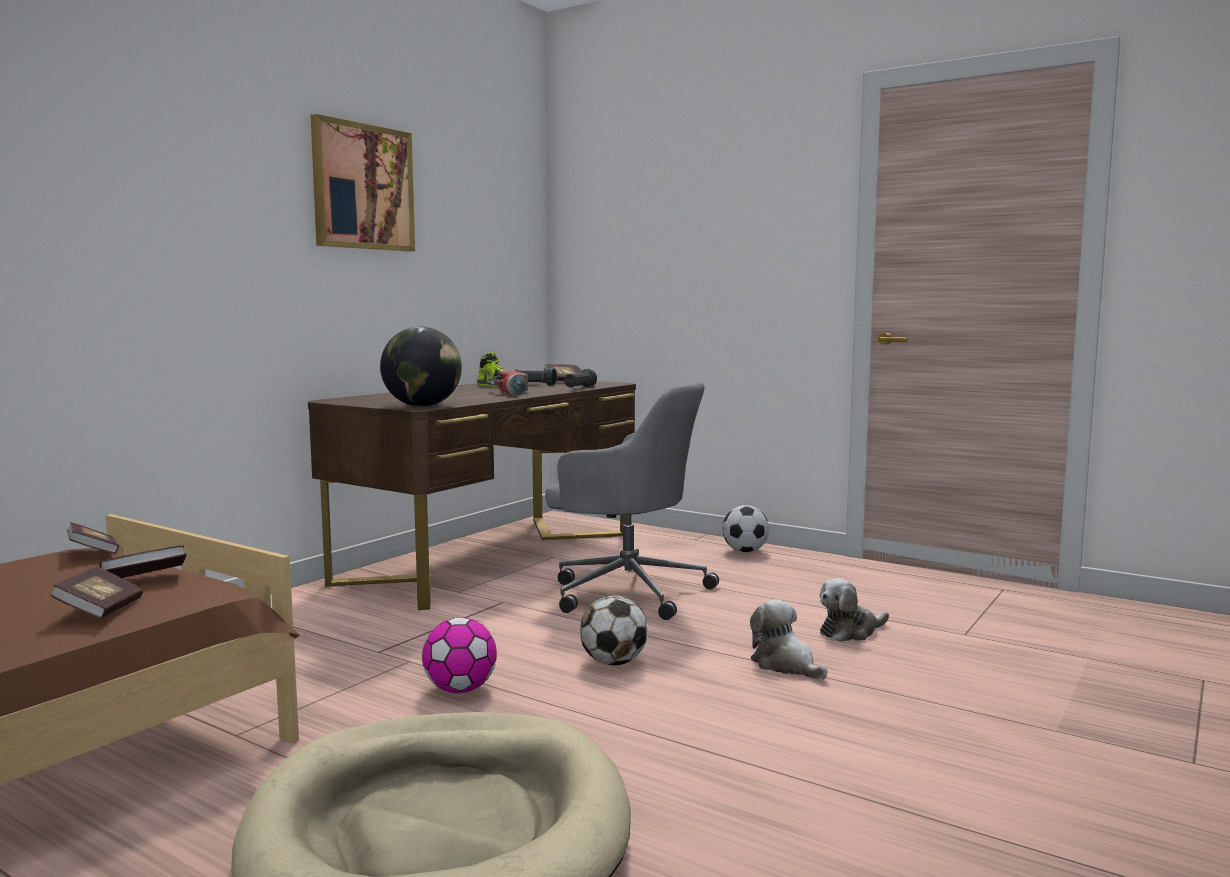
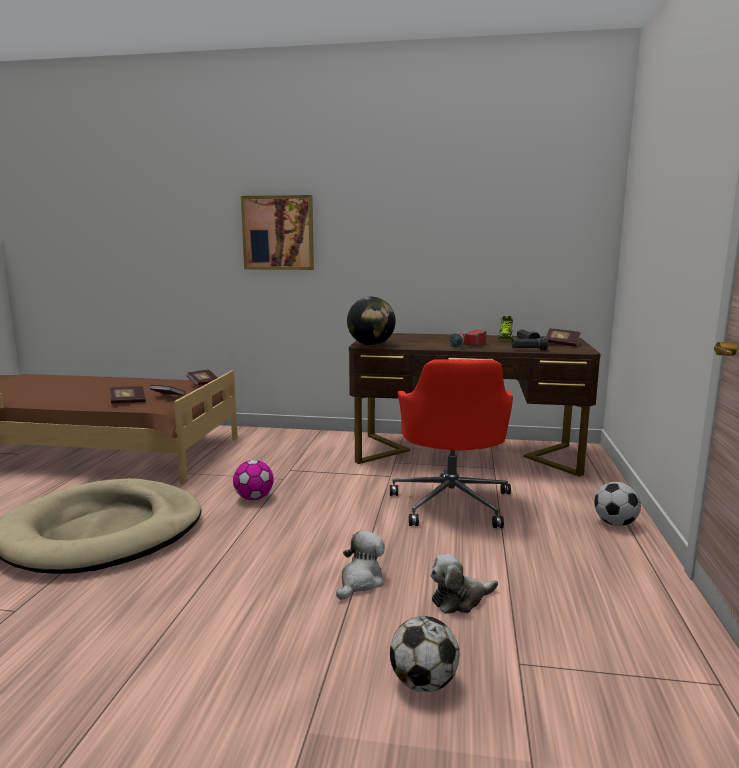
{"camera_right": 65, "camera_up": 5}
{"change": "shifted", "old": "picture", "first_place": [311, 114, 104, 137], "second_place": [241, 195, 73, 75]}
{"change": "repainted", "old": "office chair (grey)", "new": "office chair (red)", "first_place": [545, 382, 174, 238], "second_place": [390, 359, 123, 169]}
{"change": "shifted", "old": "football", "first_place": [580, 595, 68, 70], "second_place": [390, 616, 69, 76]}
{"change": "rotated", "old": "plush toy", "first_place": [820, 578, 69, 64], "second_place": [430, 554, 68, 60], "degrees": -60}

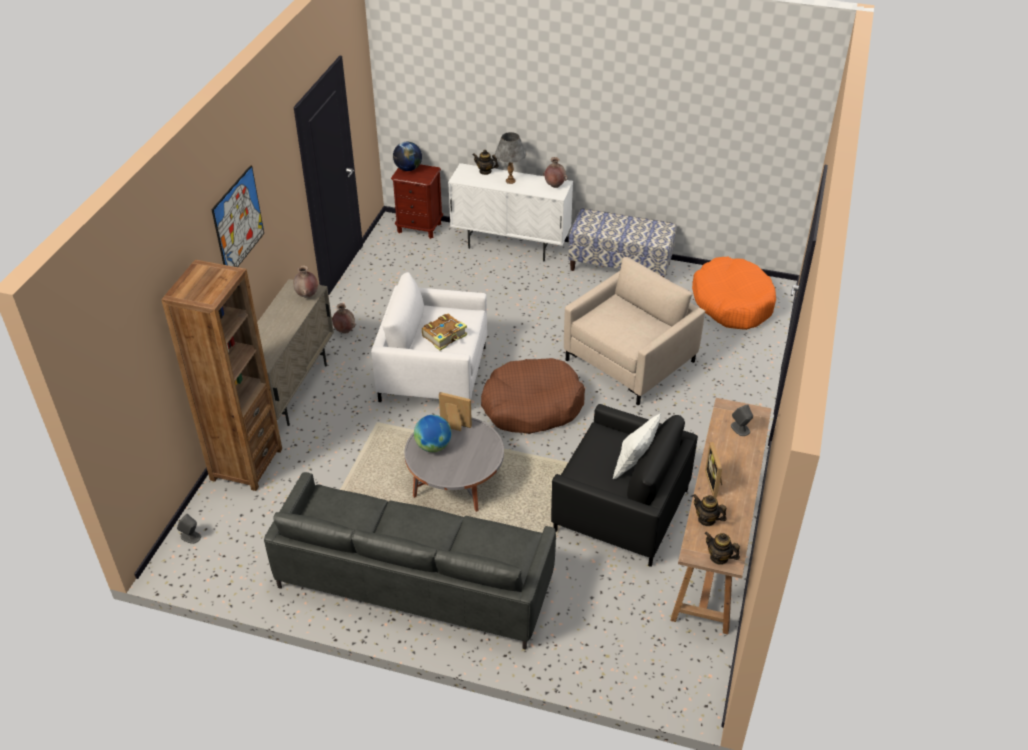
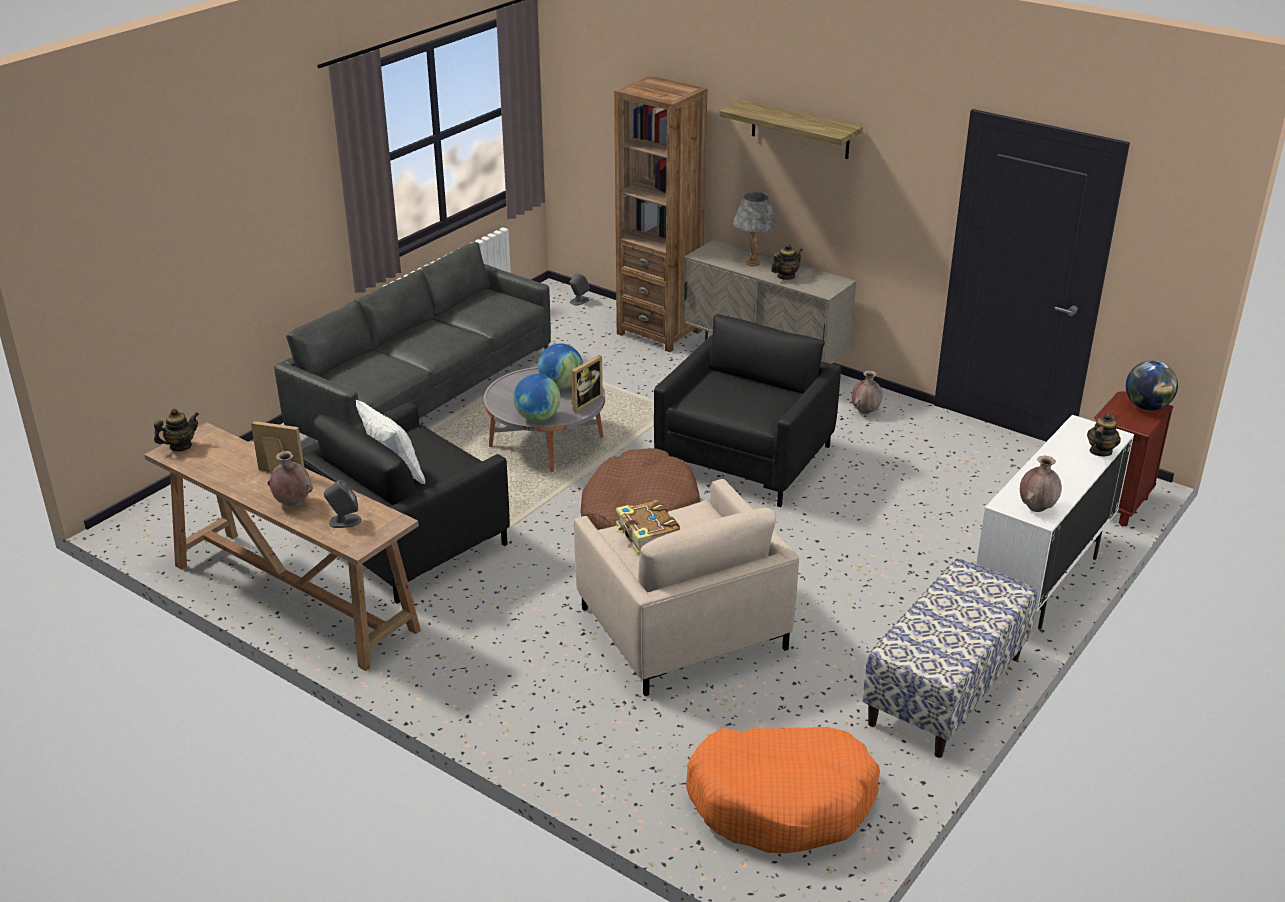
{"camera_right": 110, "camera_up": -10}
{"change": "swapped", "old": "picture", "new": "shelf", "first_place": [211, 165, 53, 102], "second_place": [720, 100, 143, 59]}
{"change": "shifted", "old": "vase (brown)", "first_place": [293, 266, 25, 32], "second_place": [267, 451, 46, 56]}
{"change": "repainted", "old": "armchair (white)", "new": "armchair (black)", "first_place": [371, 272, 116, 130], "second_place": [654, 314, 187, 193]}
{"change": "shifted", "old": "book", "first_place": [422, 313, 45, 38], "second_place": [616, 500, 64, 55]}
{"change": "shifted", "old": "table lamp (grey)", "first_place": [495, 132, 31, 52], "second_place": [733, 192, 44, 74]}
{"change": "shifted", "old": "teapot", "first_place": [693, 494, 34, 32], "second_place": [771, 244, 32, 36]}
{"change": "new", "new": "globe", "second_place": [513, 374, 48, 47]}

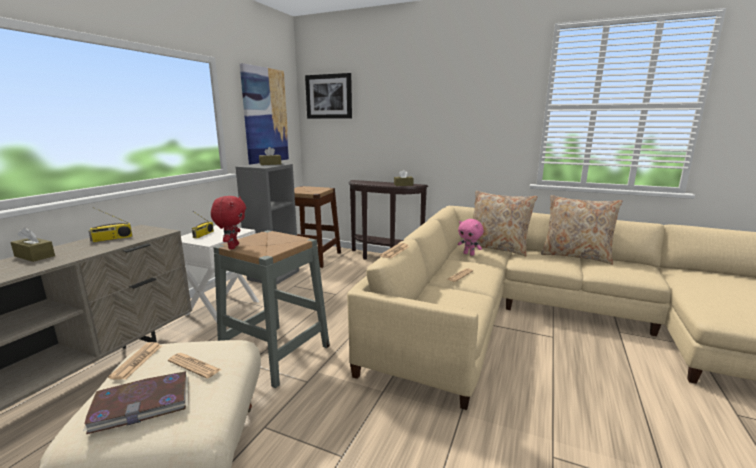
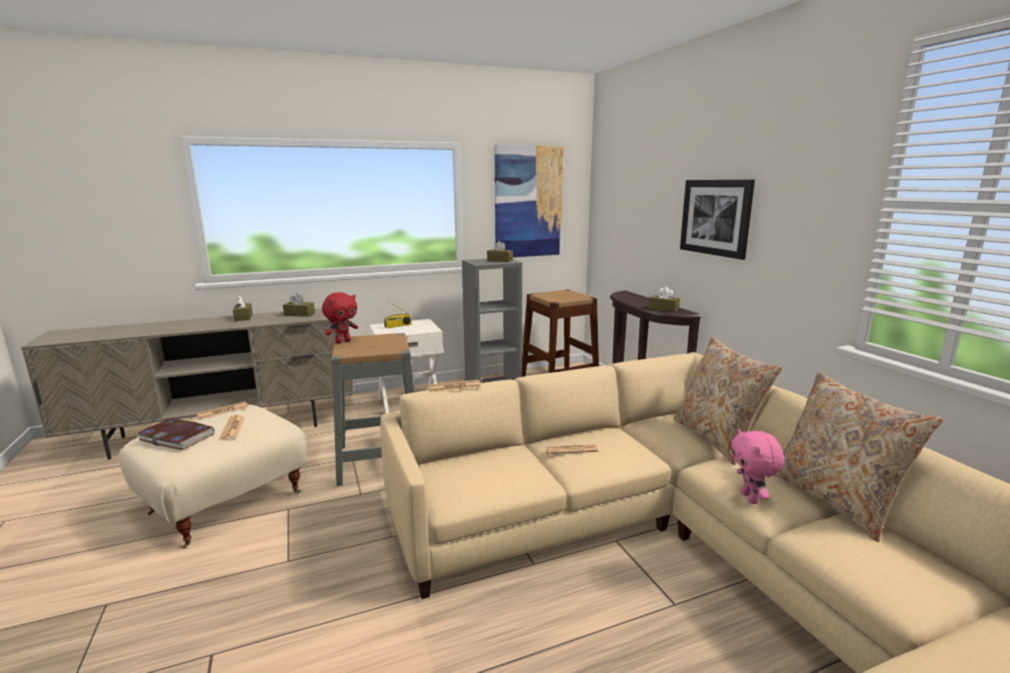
{"camera_right": 45, "camera_up": 0}
{"change": "swapped", "old": "radio", "new": "tissue box (brown)", "first_place": [88, 207, 45, 35], "second_place": [283, 293, 32, 24]}
{"change": "shifted", "old": "picture", "first_place": [305, 73, 47, 46], "second_place": [680, 180, 75, 80]}
{"change": "shifted", "old": "plush toy (pink)", "first_place": [458, 219, 25, 37], "second_place": [731, 429, 53, 75]}

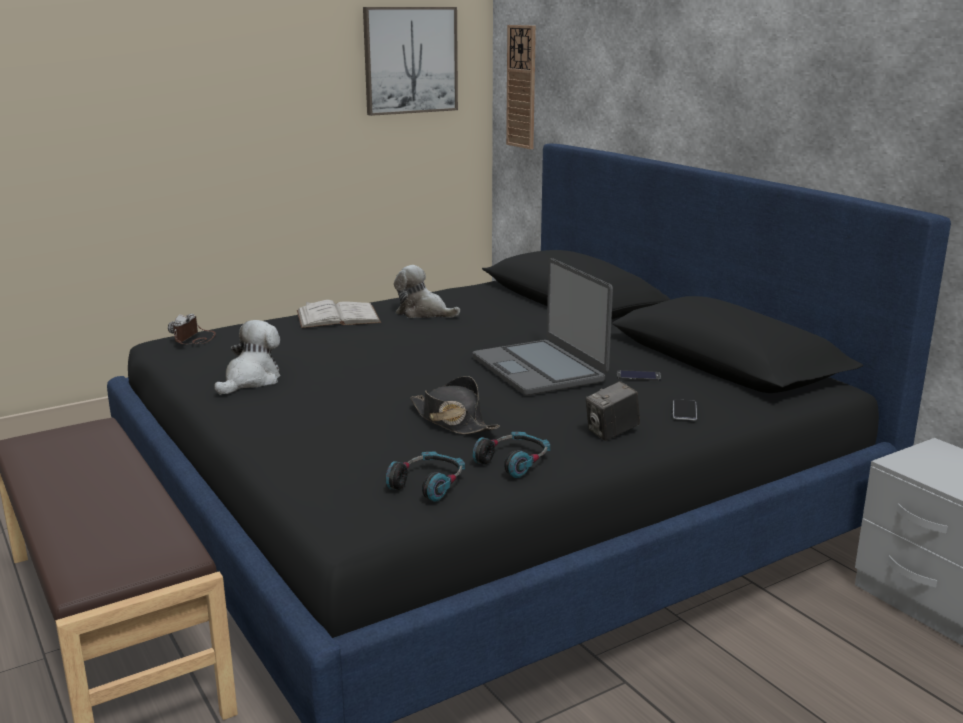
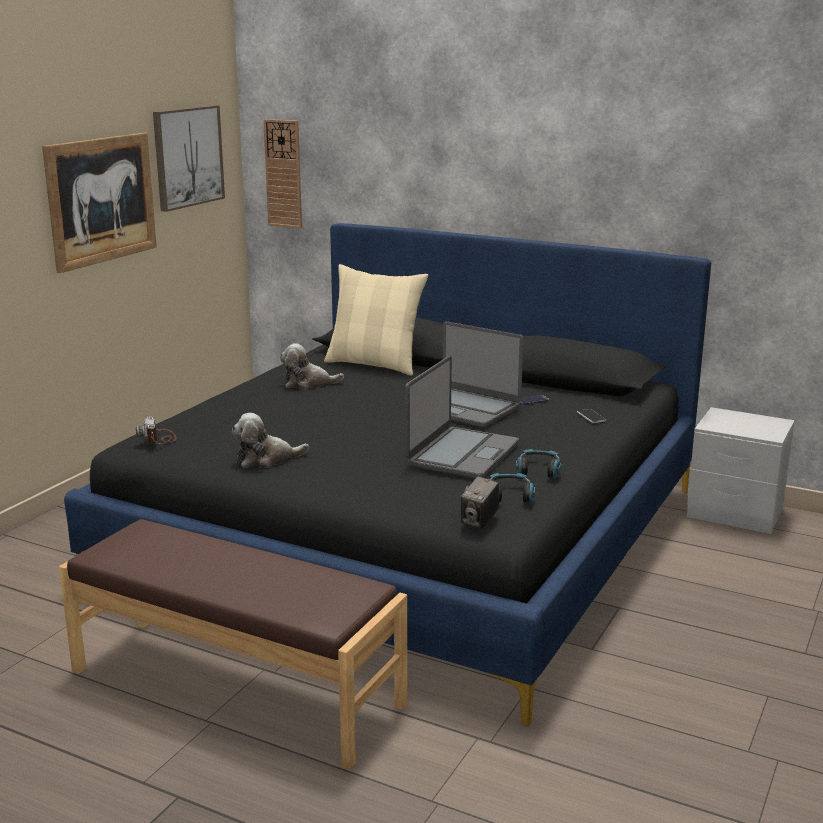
{"camera_right": -30, "camera_up": 0}
{"change": "rotated", "old": "plush toy", "first_place": [215, 320, 65, 75], "second_place": [232, 413, 77, 55], "degrees": -105}
{"change": "gone", "old": "book (white)", "first_place": [297, 300, 84, 28]}
{"change": "swapped", "old": "hat (black)", "new": "laptop", "first_place": [410, 376, 90, 58], "second_place": [405, 356, 114, 123]}
{"change": "shifted", "old": "photo camera", "first_place": [586, 381, 54, 60], "second_place": [461, 476, 38, 53]}
{"change": "new", "new": "picture", "second_place": [42, 133, 115, 140]}
{"change": "new", "new": "pillow (beige)", "second_place": [324, 264, 104, 112]}

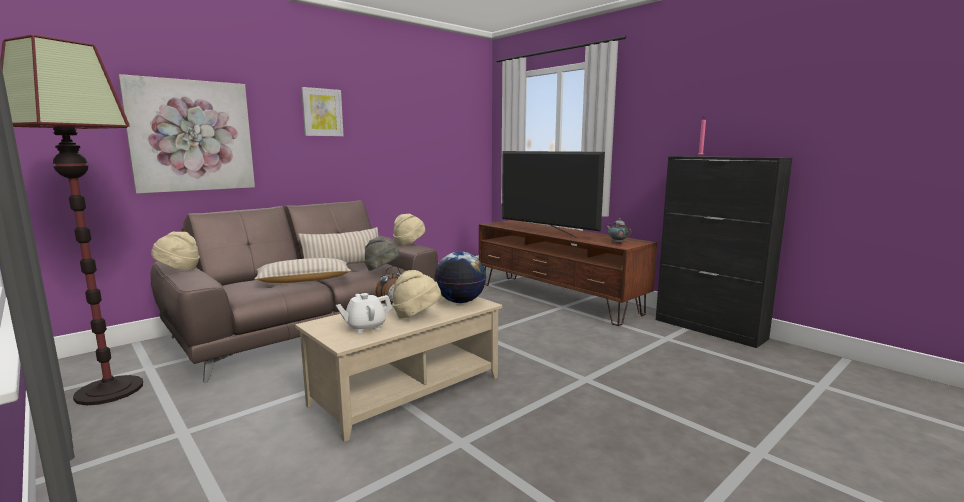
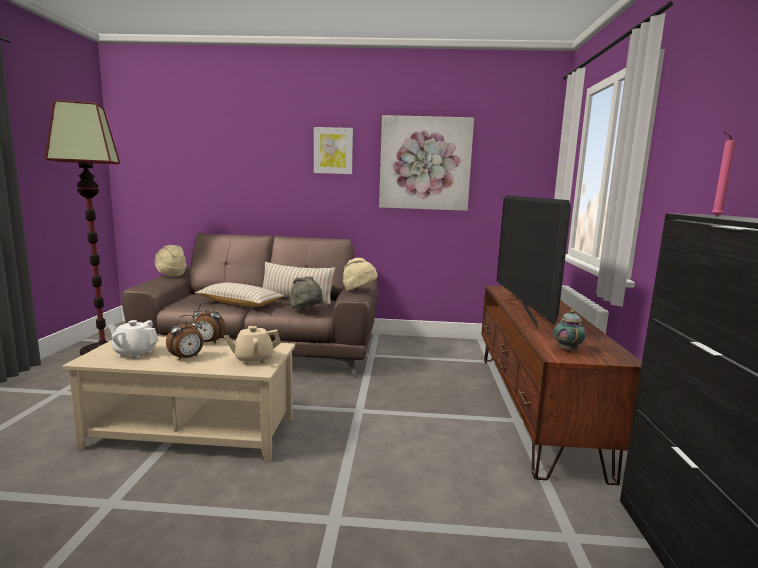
{"camera_right": 45, "camera_up": 0}
{"change": "shifted", "old": "picture", "first_place": [118, 74, 137, 120], "second_place": [379, 115, 95, 96]}
{"change": "swapped", "old": "hat (beige)", "new": "alarm clock", "first_place": [393, 270, 48, 48], "second_place": [166, 315, 37, 46]}
{"change": "swapped", "old": "globe", "new": "teapot (beige)", "first_place": [434, 251, 52, 52], "second_place": [224, 326, 57, 39]}

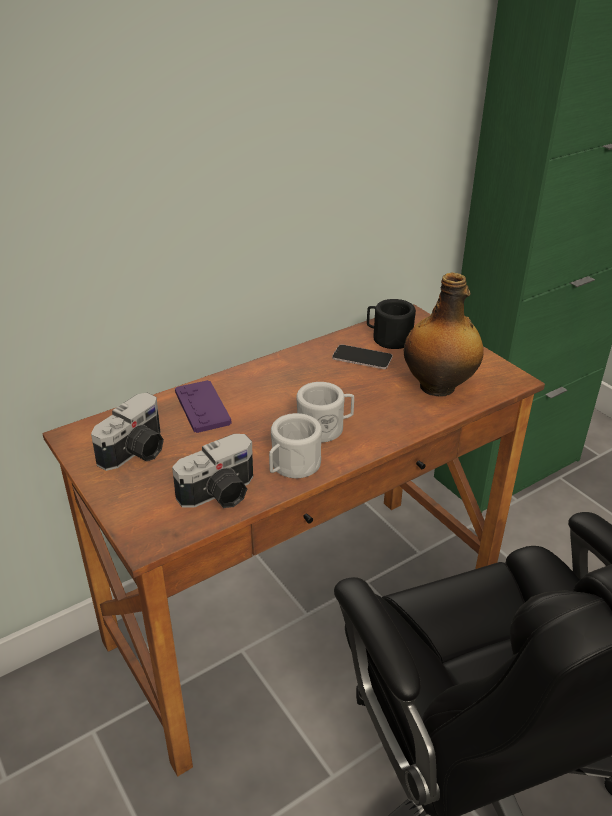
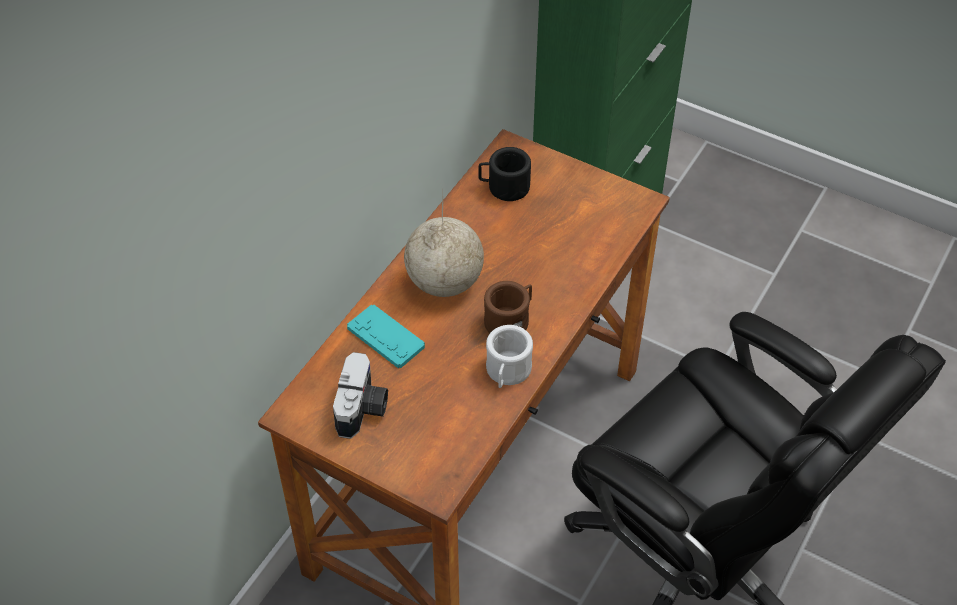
{"camera_right": -25, "camera_up": 15}
{"change": "gone", "old": "photo camera", "first_place": [172, 434, 81, 74]}
{"change": "repainted", "old": "game controller (purple)", "new": "game controller (turquoise)", "first_place": [175, 380, 57, 53], "second_place": [347, 305, 78, 63]}
{"change": "repainted", "old": "mug (white)", "new": "mug (brown)", "first_place": [296, 382, 58, 61], "second_place": [484, 281, 48, 52]}
{"change": "gone", "old": "phone", "first_place": [332, 345, 61, 24]}
{"change": "gone", "old": "bottle", "first_place": [403, 272, 81, 125]}
{"change": "new", "new": "globe", "second_place": [404, 193, 80, 104]}

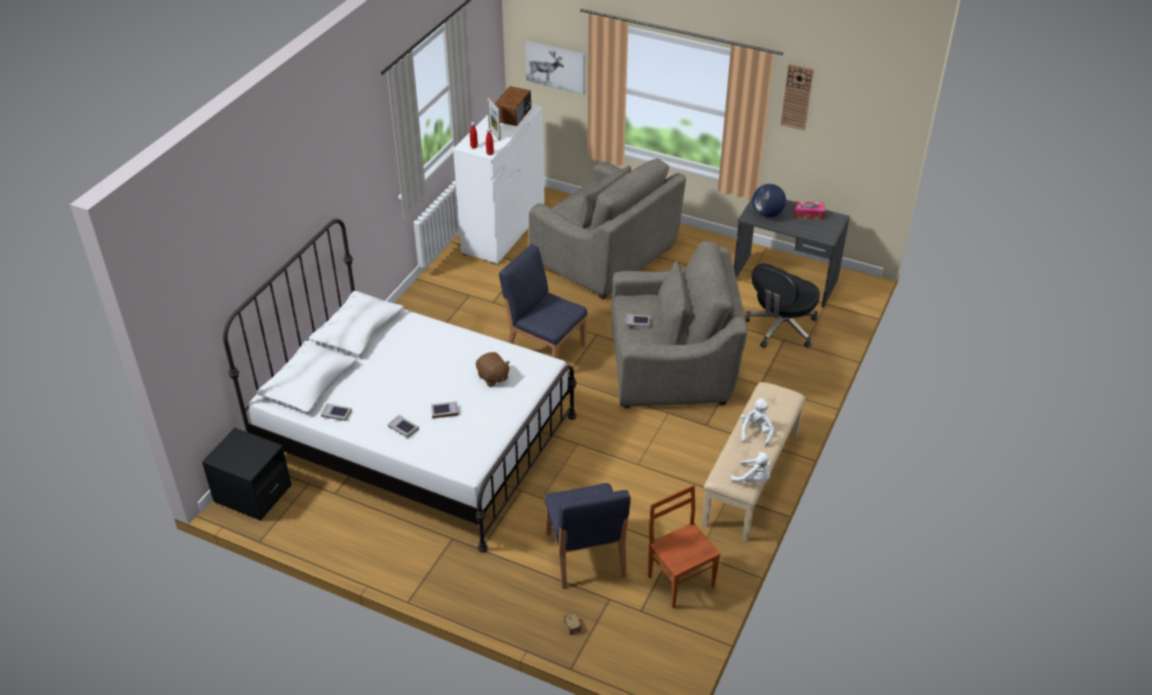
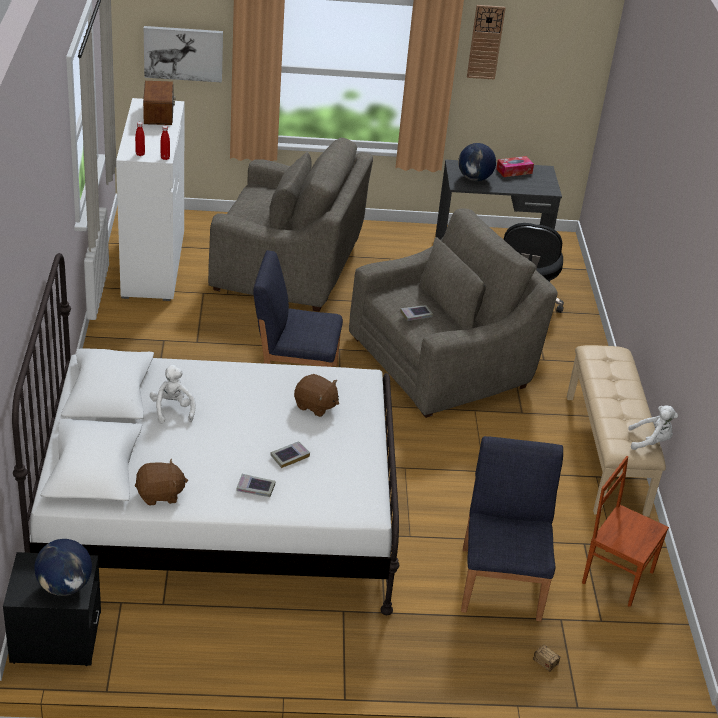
{"camera_right": -30, "camera_up": -5}
{"change": "swapped", "old": "book", "new": "plush toy (brown)", "first_place": [321, 403, 31, 18], "second_place": [135, 458, 53, 48]}
{"change": "gone", "old": "picture frame", "first_place": [487, 98, 14, 43]}
{"change": "rotated", "old": "chair (blue)", "first_place": [544, 483, 87, 106], "second_place": [461, 436, 102, 185], "degrees": -135}
{"change": "shifted", "old": "plush toy (white)", "first_place": [740, 398, 34, 49], "second_place": [150, 365, 46, 59]}
{"change": "new", "new": "globe", "second_place": [34, 539, 58, 57]}

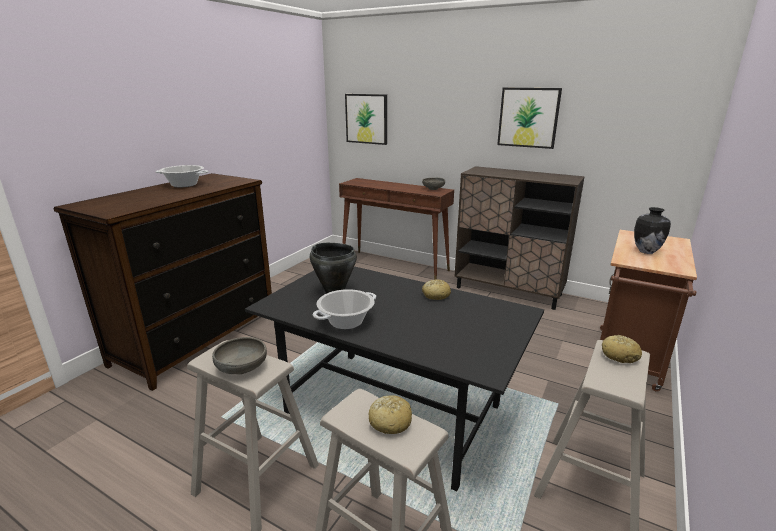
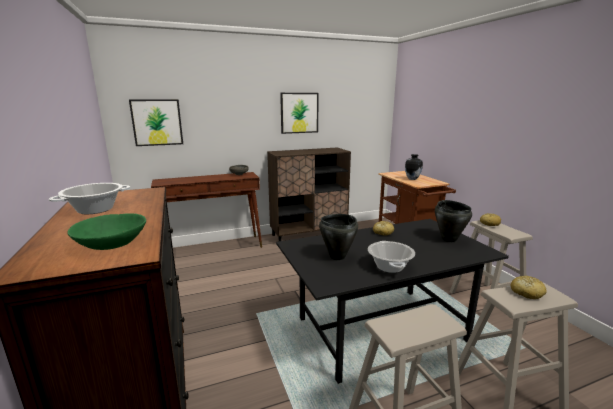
{"camera_right": -50, "camera_up": -5}
{"change": "gone", "old": "bowl (grey)", "first_place": [212, 337, 55, 37]}
{"change": "new", "new": "bowl (green)", "second_place": [67, 213, 79, 37]}
{"change": "new", "new": "cooking pot (black)", "second_place": [435, 200, 37, 42]}

